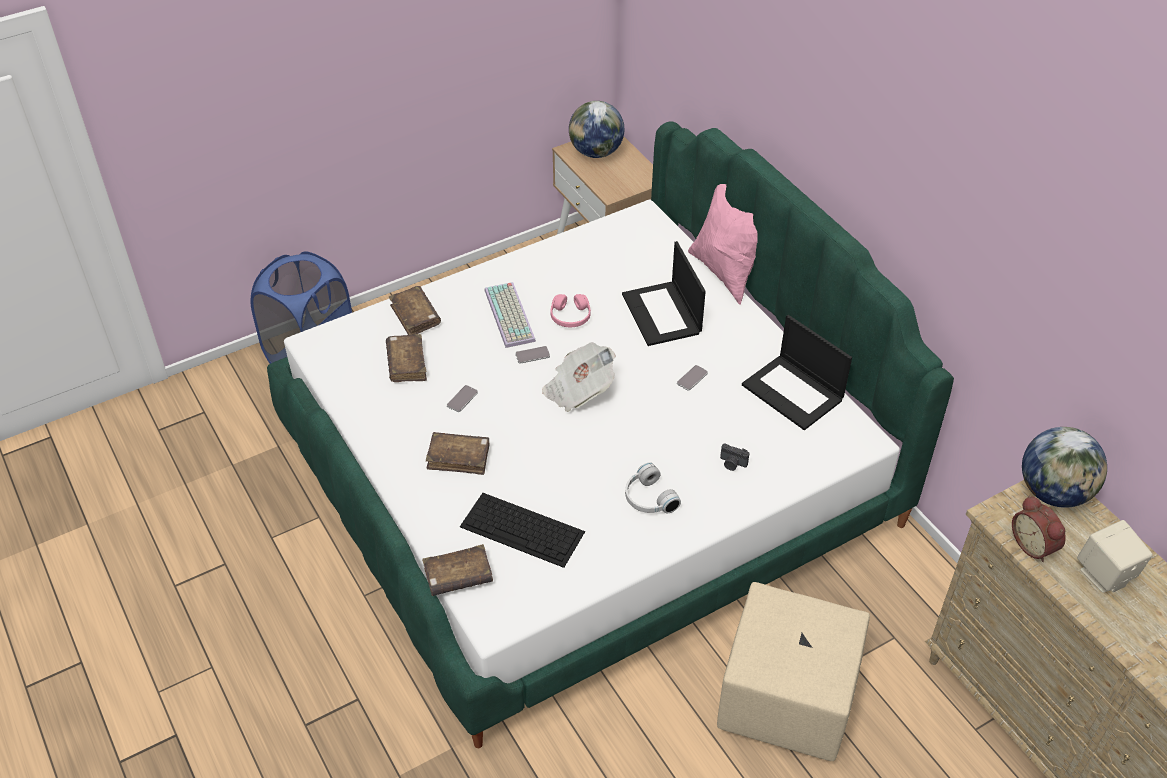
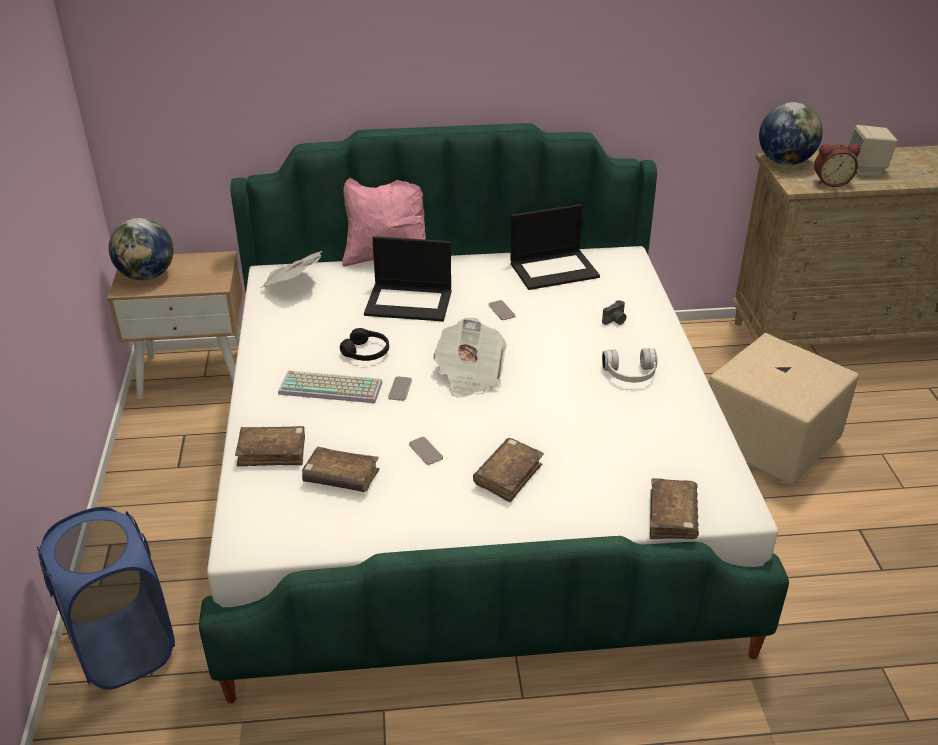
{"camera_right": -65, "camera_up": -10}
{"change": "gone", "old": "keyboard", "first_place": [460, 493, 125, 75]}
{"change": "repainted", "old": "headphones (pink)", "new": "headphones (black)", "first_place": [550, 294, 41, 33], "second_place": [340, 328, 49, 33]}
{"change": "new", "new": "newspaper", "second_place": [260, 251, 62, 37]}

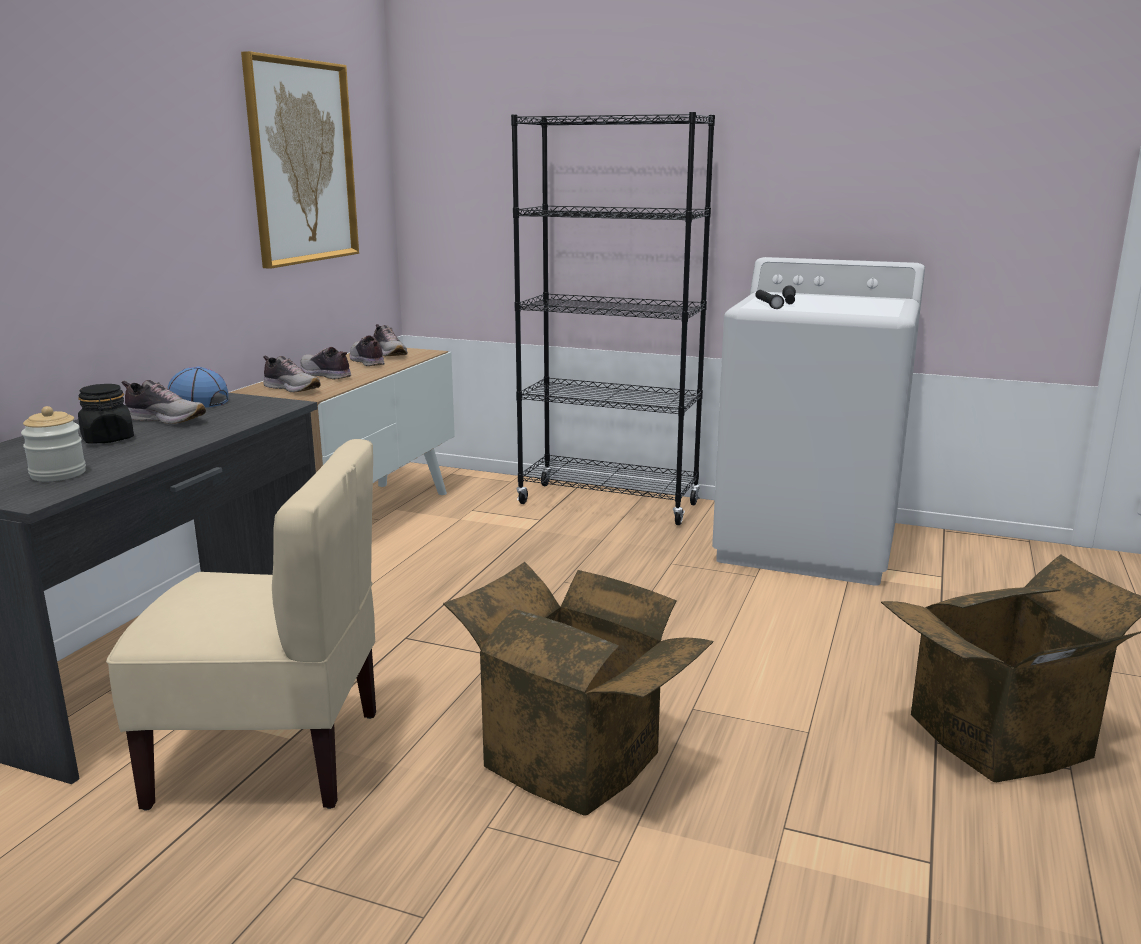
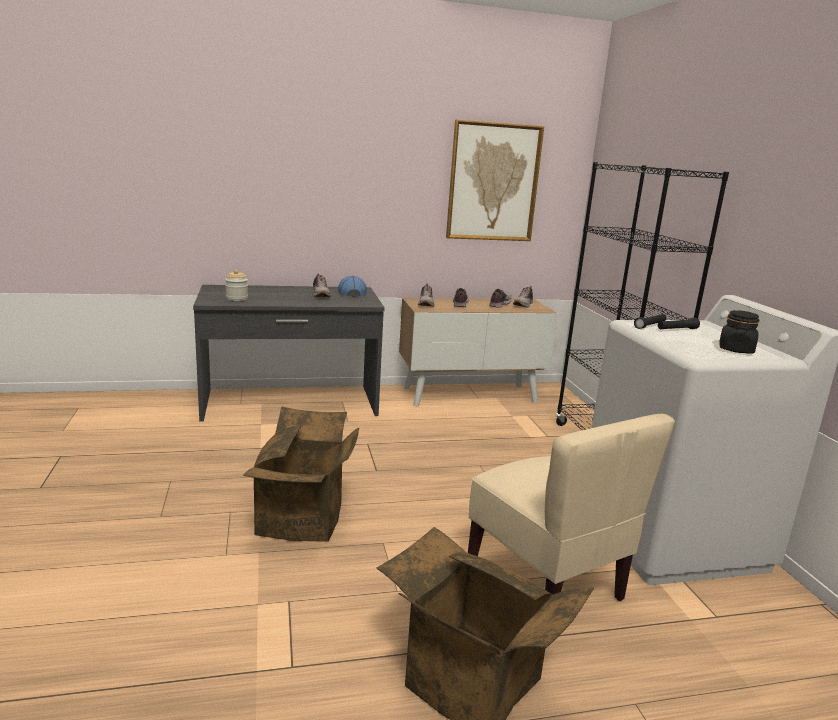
{"camera_right": 55, "camera_up": 0}
{"change": "shifted", "old": "jar (black)", "first_place": [78, 384, 56, 60], "second_place": [720, 310, 40, 44]}
{"change": "shifted", "old": "chair (beige)", "first_place": [106, 439, 270, 372], "second_place": [468, 414, 207, 187]}

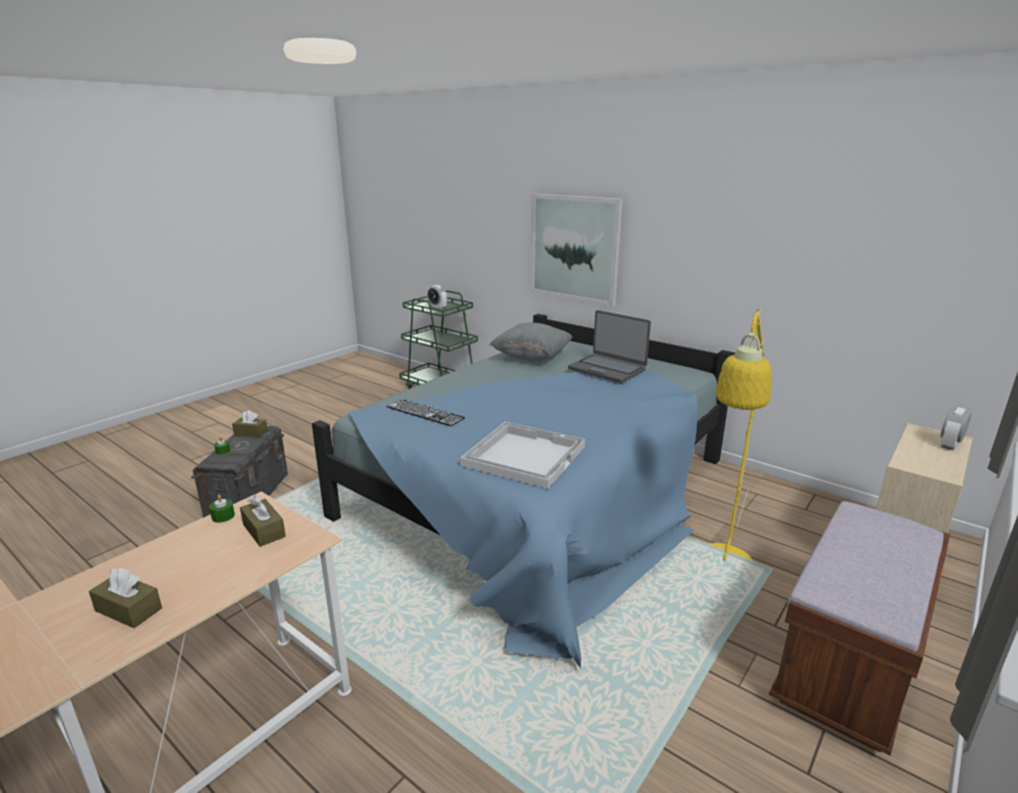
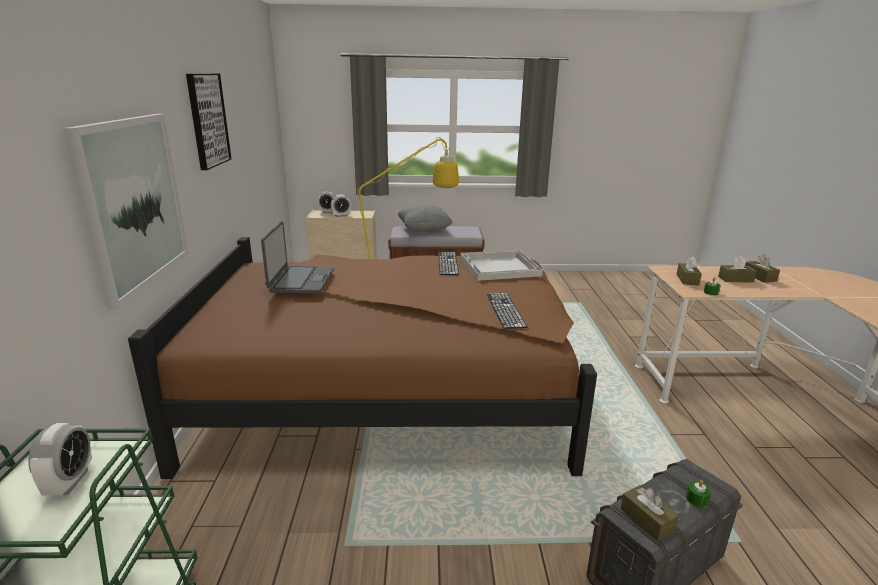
{"camera_right": -130, "camera_up": 0}
{"change": "repainted", "old": "bed (blue)", "new": "bed (brown)", "first_place": [312, 314, 423, 355], "second_place": [128, 237, 469, 242]}
{"change": "shifted", "old": "pillow (grey)", "first_place": [490, 322, 83, 39], "second_place": [398, 205, 55, 27]}
{"change": "new", "new": "picture", "second_place": [186, 73, 45, 97]}
{"change": "new", "new": "alarm clock", "second_place": [331, 195, 20, 22]}
{"change": "new", "new": "keyboard", "second_place": [438, 252, 21, 23]}
{"change": "new", "new": "tissue box (brown)", "second_place": [718, 256, 39, 27]}

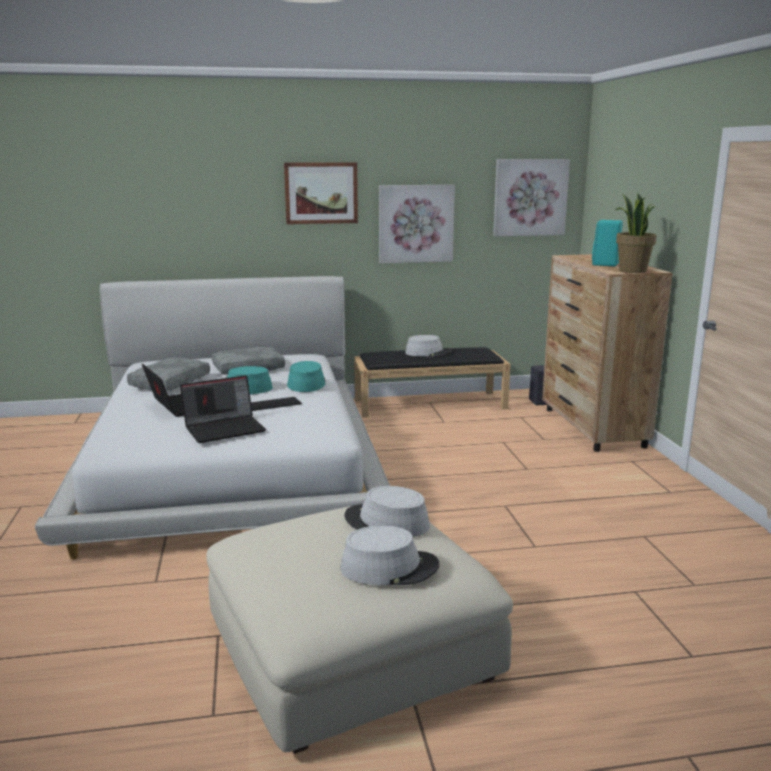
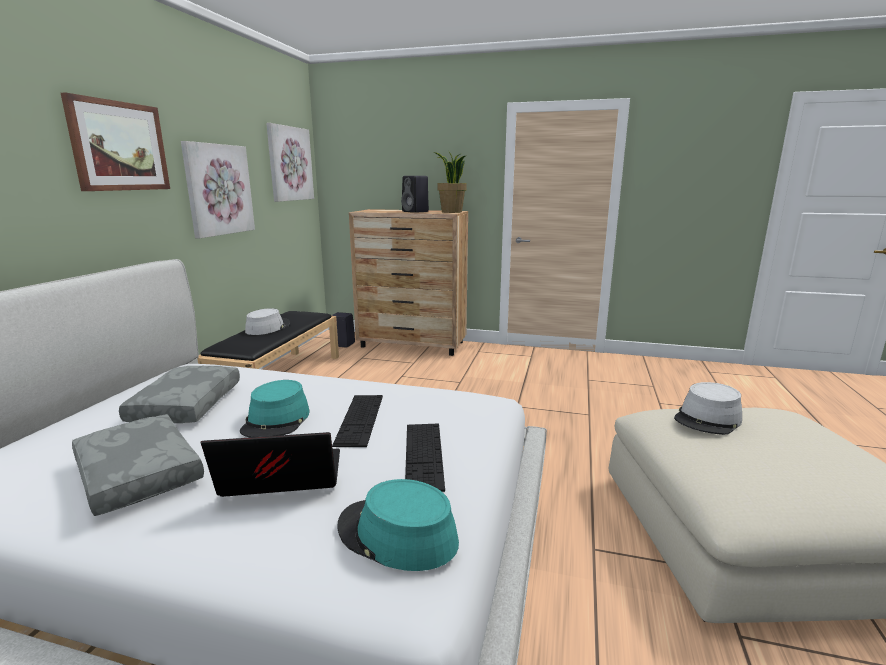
{"camera_right": -65, "camera_up": 0}
{"change": "swapped", "old": "laptop", "new": "keyboard", "first_place": [180, 375, 86, 68], "second_place": [405, 423, 40, 69]}
{"change": "shifted", "old": "hat (turquoise)", "first_place": [287, 361, 38, 31], "second_place": [337, 479, 122, 92]}
{"change": "gone", "old": "hat (grey)", "first_place": [340, 525, 100, 60]}
{"change": "repainted", "old": "speaker (turquoise)", "new": "speaker (black)", "first_place": [592, 220, 31, 46], "second_place": [401, 176, 28, 37]}

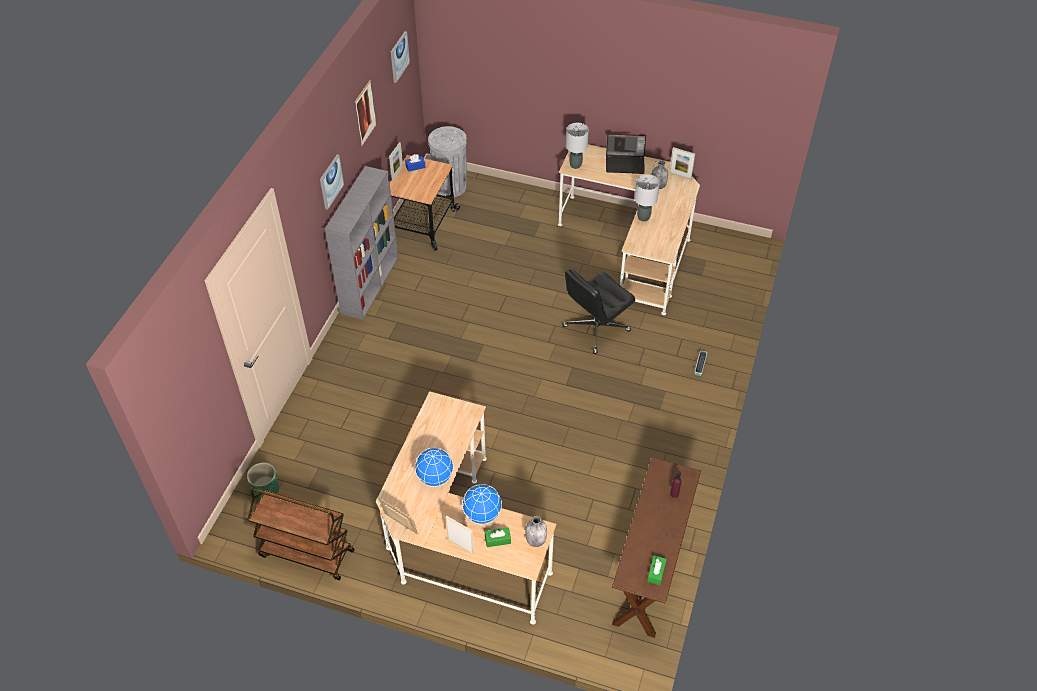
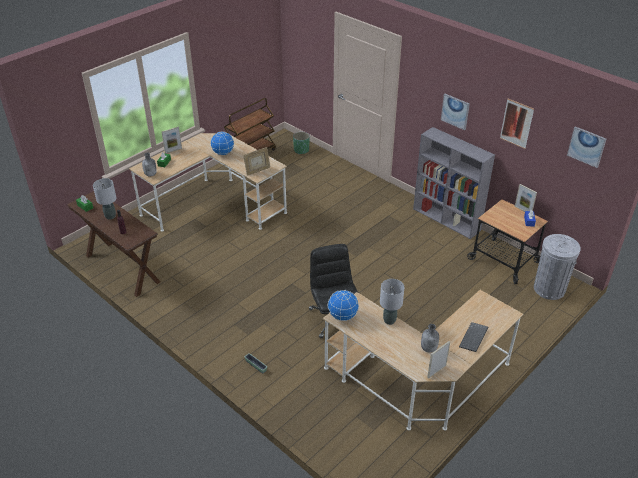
{"camera_right": 115, "camera_up": -10}
{"change": "shifted", "old": "picture frame", "first_place": [379, 497, 39, 37], "second_place": [243, 147, 27, 29]}
{"change": "shifted", "old": "globe", "first_place": [462, 484, 40, 40], "second_place": [328, 290, 31, 31]}
{"change": "shifted", "old": "table lamp (grey)", "first_place": [566, 123, 23, 46], "second_place": [93, 178, 23, 42]}
{"change": "swapped", "old": "laptop", "new": "keyboard", "first_place": [606, 134, 40, 40], "second_place": [459, 322, 29, 30]}

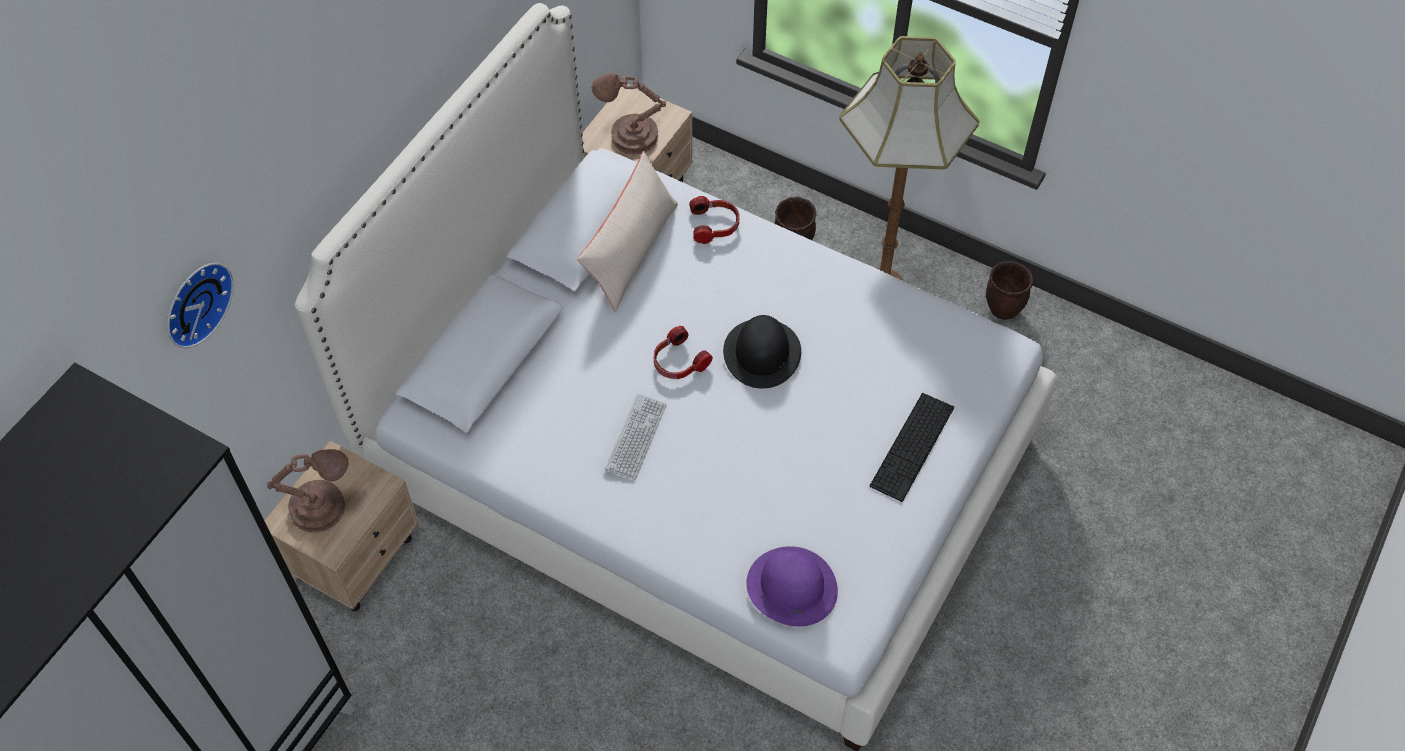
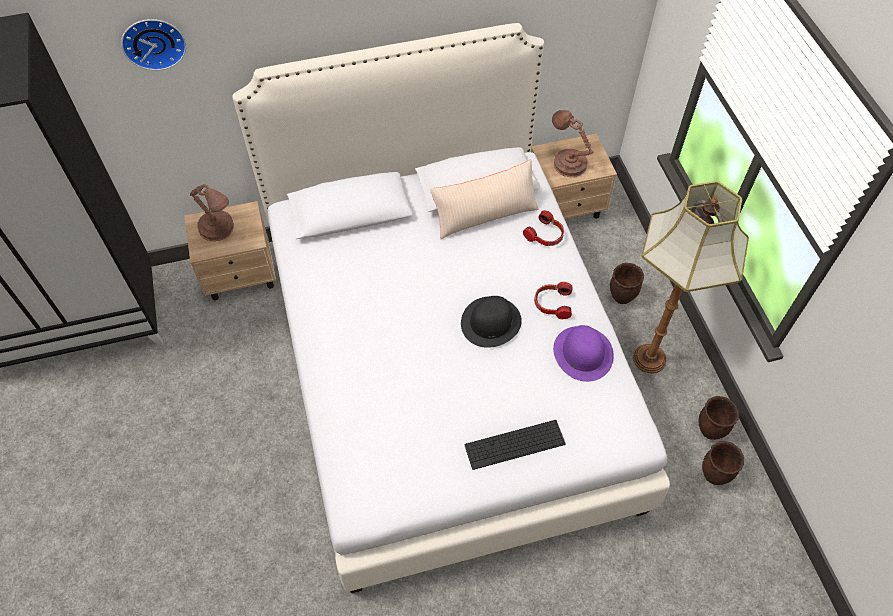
{"camera_right": 45, "camera_up": 0}
{"change": "gone", "old": "keyboard", "first_place": [604, 394, 63, 86]}
{"change": "shifted", "old": "headphones", "first_place": [654, 326, 59, 53], "second_place": [534, 282, 39, 38]}
{"change": "shifted", "old": "hat (purple)", "first_place": [746, 546, 92, 80], "second_place": [553, 325, 61, 57]}
{"change": "new", "new": "planter (brown)", "second_place": [702, 441, 42, 44]}

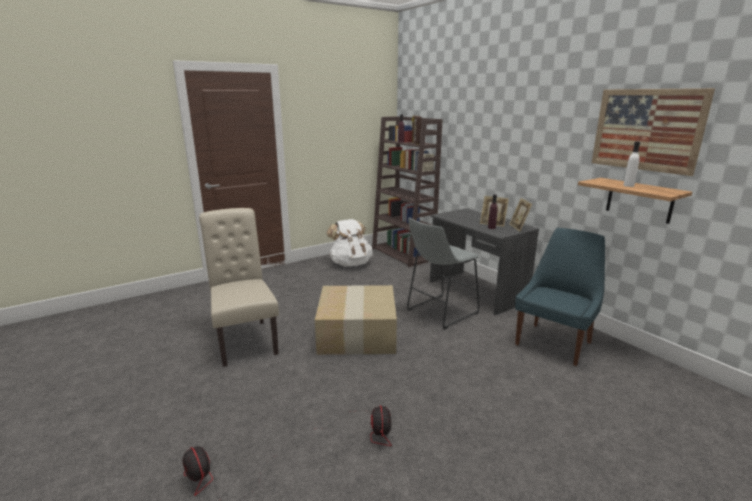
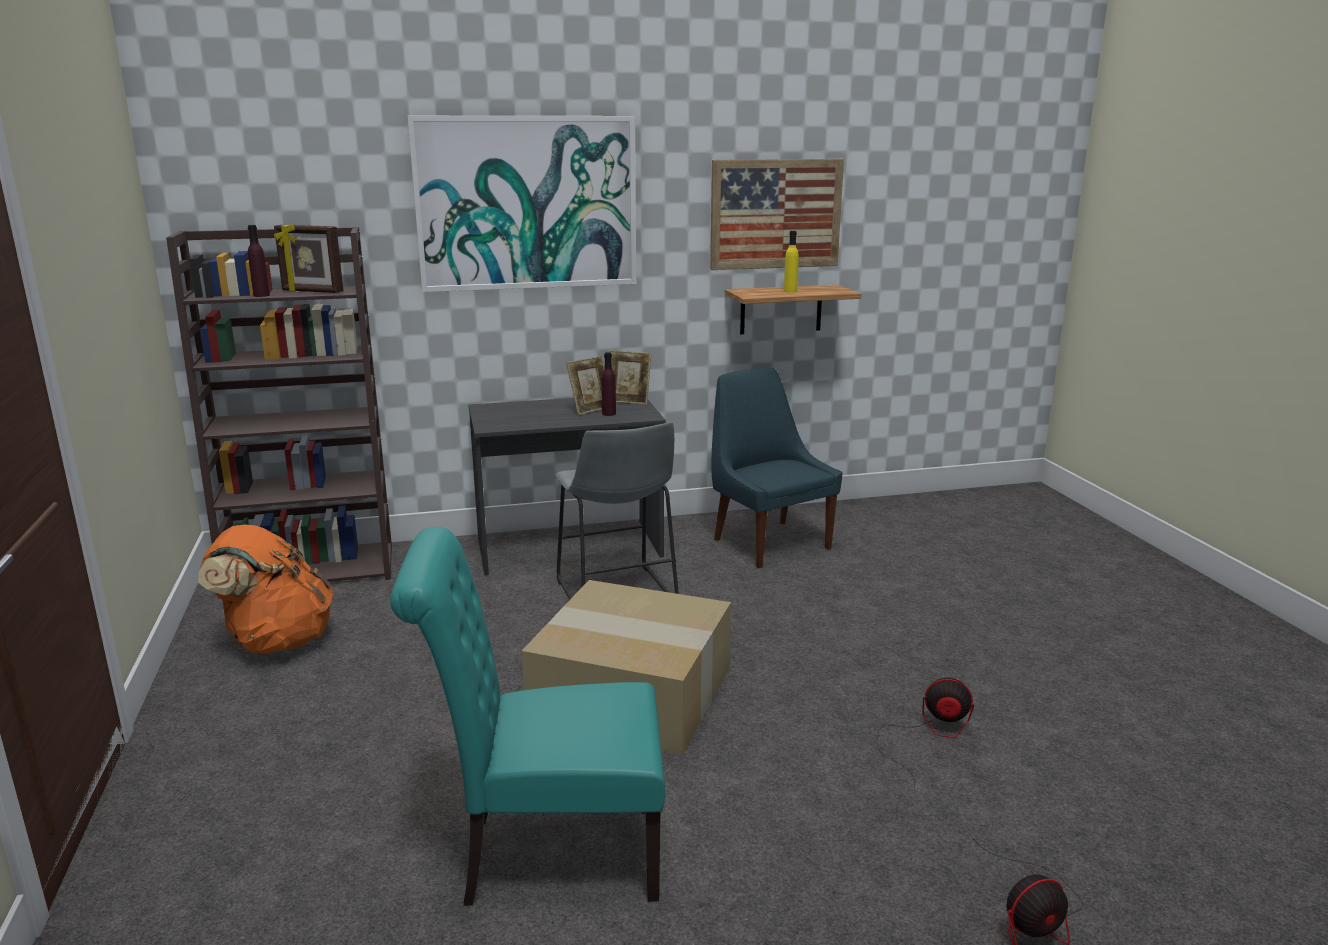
{"camera_right": -70, "camera_up": 0}
{"change": "repainted", "old": "chair (beige)", "new": "chair (turquoise)", "first_place": [199, 208, 80, 159], "second_place": [390, 527, 275, 379]}
{"change": "repainted", "old": "backpack (white)", "new": "backpack (orange)", "first_place": [327, 219, 46, 48], "second_place": [199, 524, 134, 130]}
{"change": "repainted", "old": "bottle (white)", "new": "bottle (yellow)", "first_place": [623, 142, 17, 45], "second_place": [784, 231, 15, 62]}
{"change": "new", "new": "picture", "second_place": [407, 116, 229, 176]}

